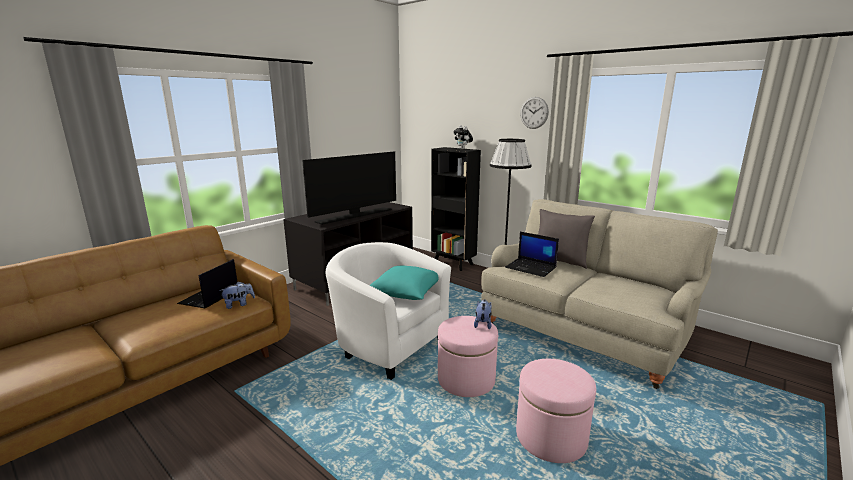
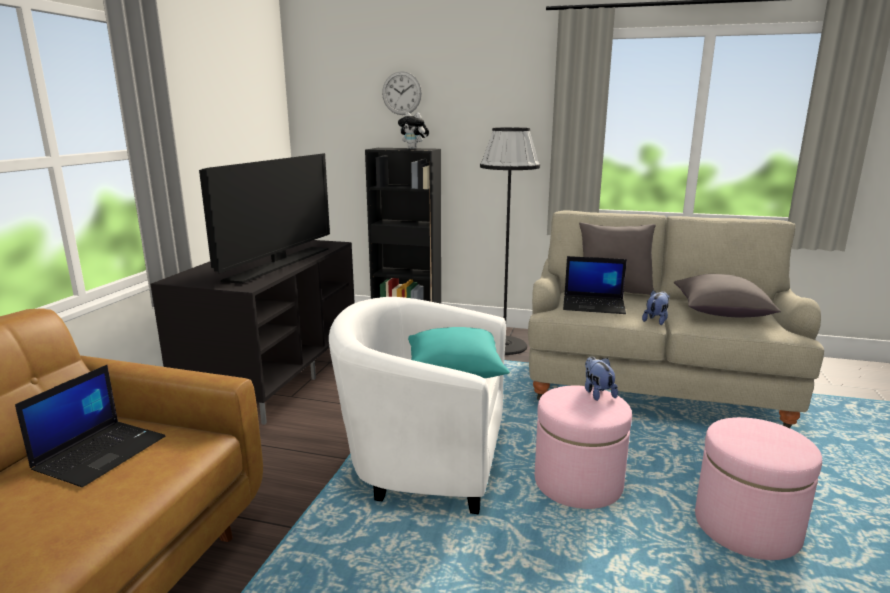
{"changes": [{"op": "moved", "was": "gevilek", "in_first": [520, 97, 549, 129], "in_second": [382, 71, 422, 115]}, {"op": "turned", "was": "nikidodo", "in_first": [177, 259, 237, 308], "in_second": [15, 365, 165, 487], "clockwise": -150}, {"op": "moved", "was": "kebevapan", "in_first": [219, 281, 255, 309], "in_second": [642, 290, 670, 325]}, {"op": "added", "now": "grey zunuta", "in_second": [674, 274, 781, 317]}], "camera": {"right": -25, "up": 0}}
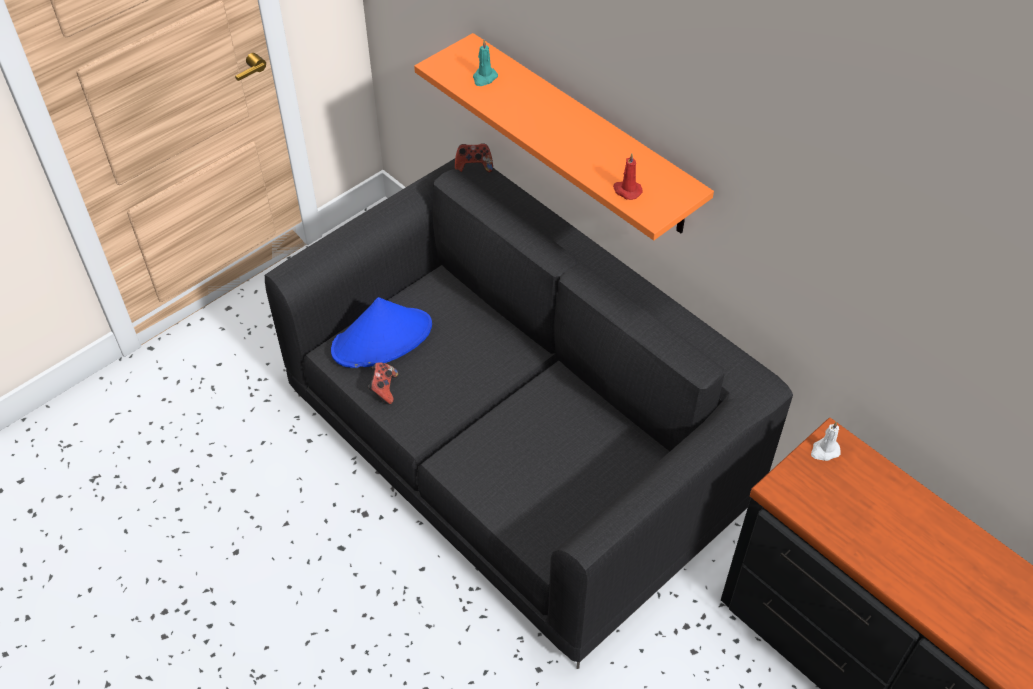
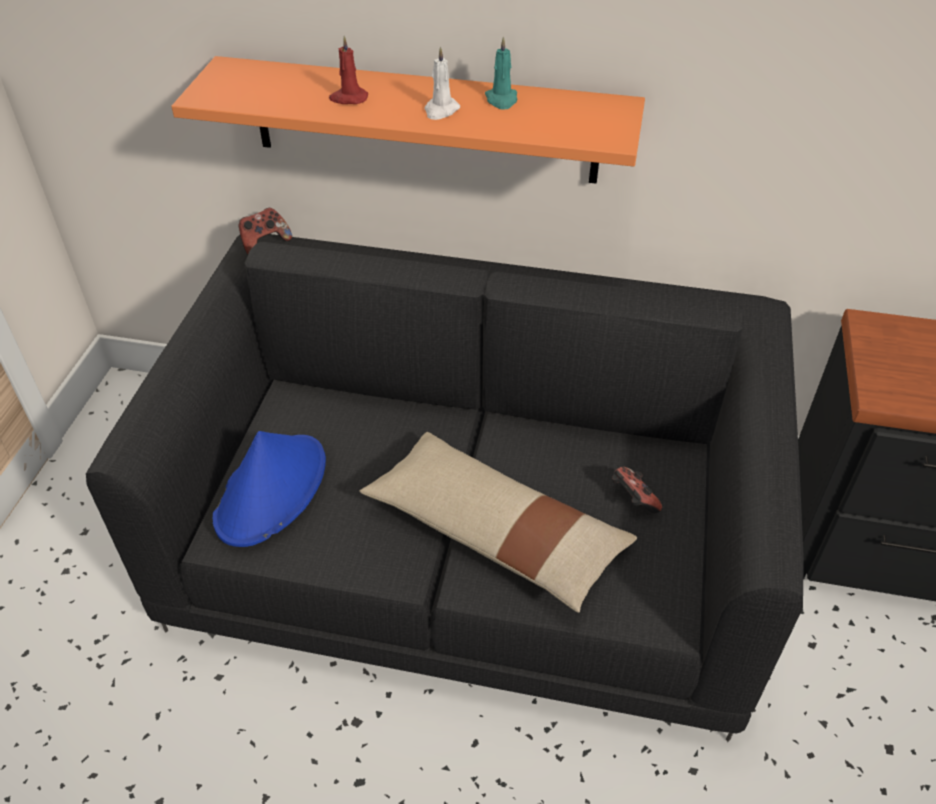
{"changes": [{"op": "moved", "was": "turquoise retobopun", "in_first": [473, 40, 498, 86], "in_second": [485, 37, 517, 110]}, {"op": "moved", "was": "red retobopun", "in_first": [613, 153, 642, 200], "in_second": [329, 36, 368, 104]}, {"op": "moved", "was": "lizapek", "in_first": [368, 362, 398, 404], "in_second": [612, 467, 662, 513]}, {"op": "moved", "was": "white retobopun", "in_first": [811, 421, 840, 461], "in_second": [424, 46, 460, 120]}, {"op": "added", "now": "beige zunuta", "in_second": [359, 432, 637, 613]}], "camera": {"right": -35, "up": -5}}
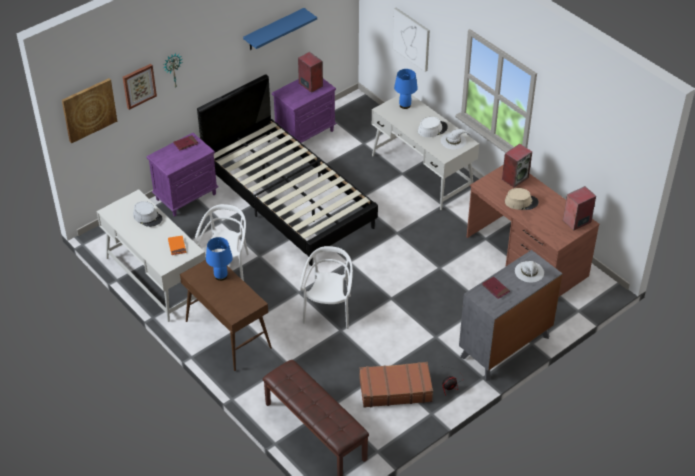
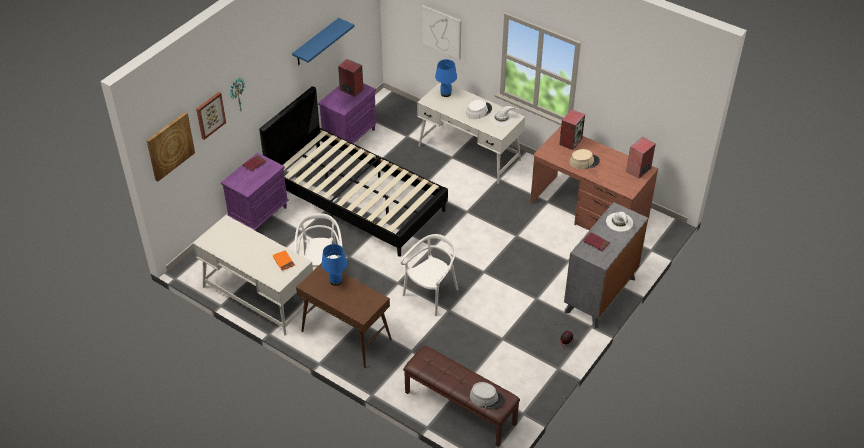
{"changes": [{"op": "moved", "was": "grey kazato", "in_first": [133, 201, 163, 227], "in_second": [470, 382, 505, 410]}, {"op": "turned", "was": "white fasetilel", "in_first": [300, 246, 353, 329], "in_second": [400, 234, 458, 316], "clockwise": 45}, {"op": "removed", "was": "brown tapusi", "in_first": [359, 362, 433, 408]}], "camera": {"right": -15, "up": 0}}
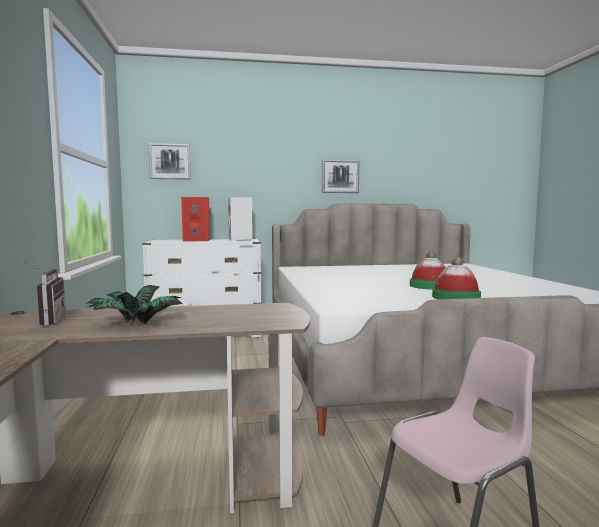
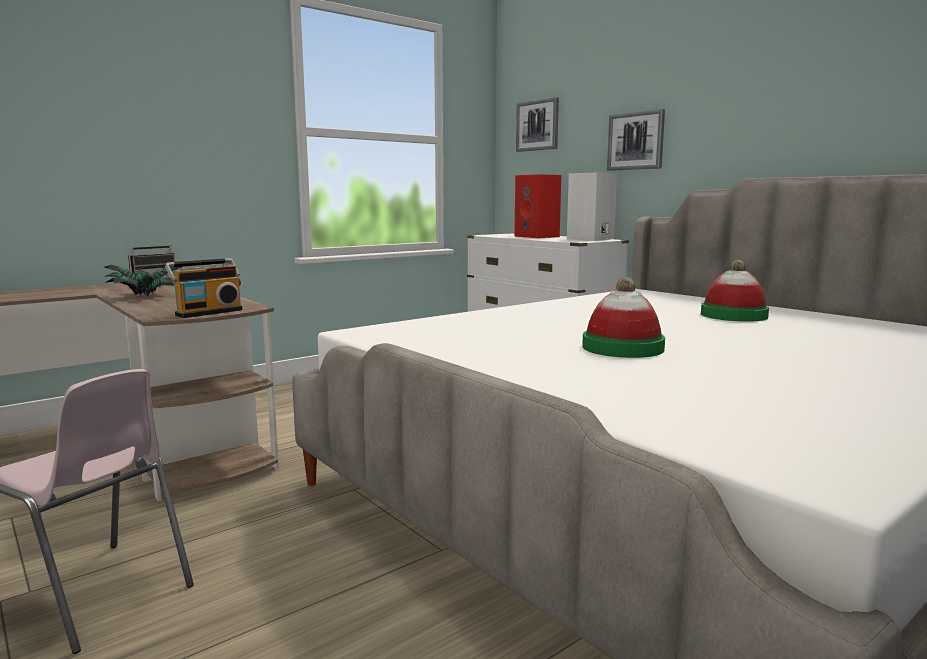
{"changes": [{"op": "moved", "was": "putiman", "in_first": [322, 160, 359, 193], "in_second": [607, 109, 665, 171]}, {"op": "moved", "was": "kazato", "in_first": [432, 257, 481, 299], "in_second": [701, 260, 769, 322]}, {"op": "added", "now": "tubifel", "in_second": [165, 258, 243, 318]}], "camera": {"right": 60, "up": 5}}
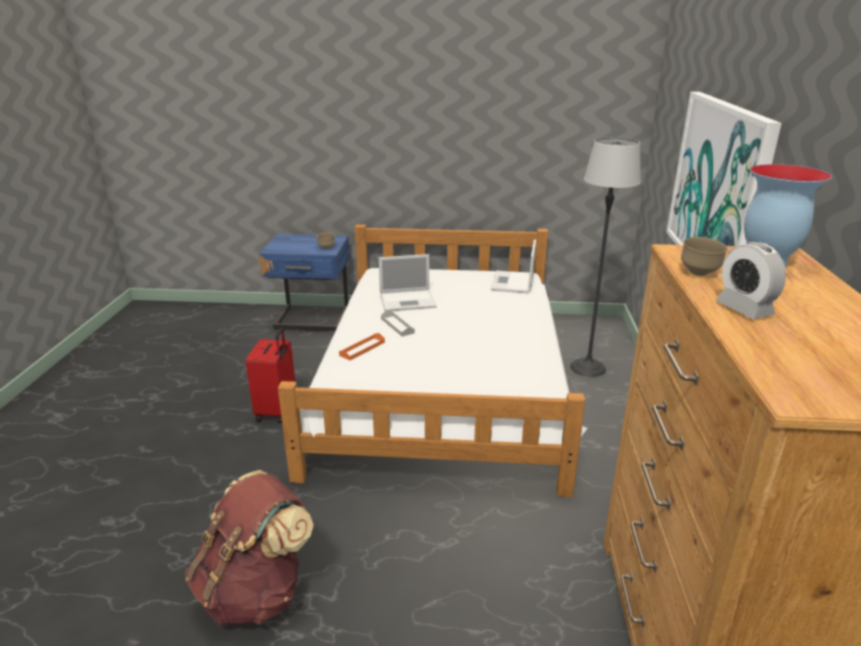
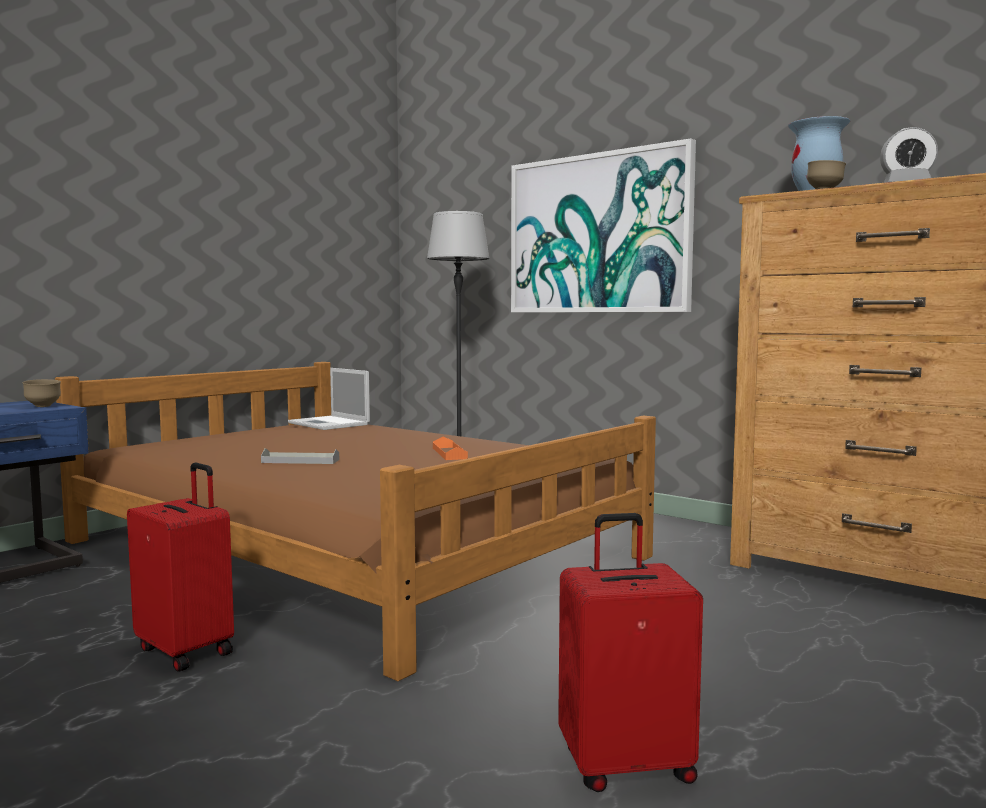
{"changes": [{"op": "recoloured", "was": "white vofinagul", "now": "brown vofinagul", "in_first": [278, 224, 587, 497], "in_second": [55, 362, 656, 681]}, {"op": "removed", "was": "nikidodo", "in_first": [379, 254, 437, 311]}, {"op": "moved", "was": "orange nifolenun", "in_first": [339, 333, 385, 361], "in_second": [433, 437, 468, 460]}, {"op": "replaced", "was": "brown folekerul", "now": "red tapusi", "in_first": [185, 470, 314, 625], "in_second": [558, 513, 703, 792]}], "camera": {"right": -55, "up": -20}}
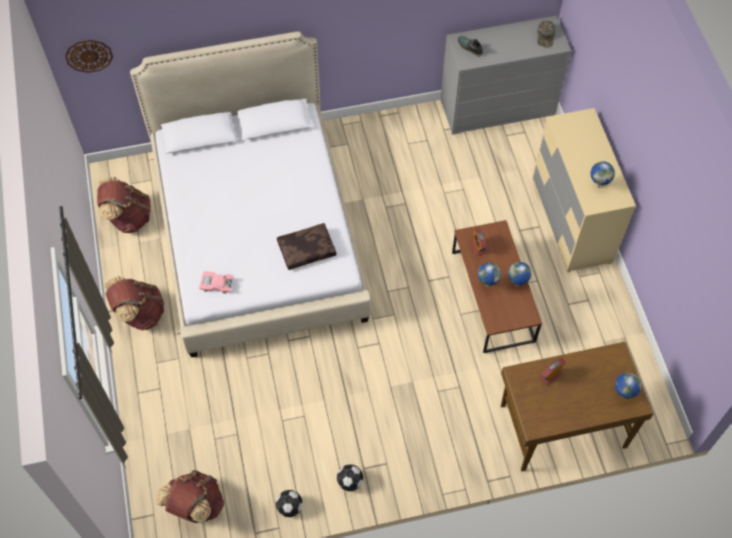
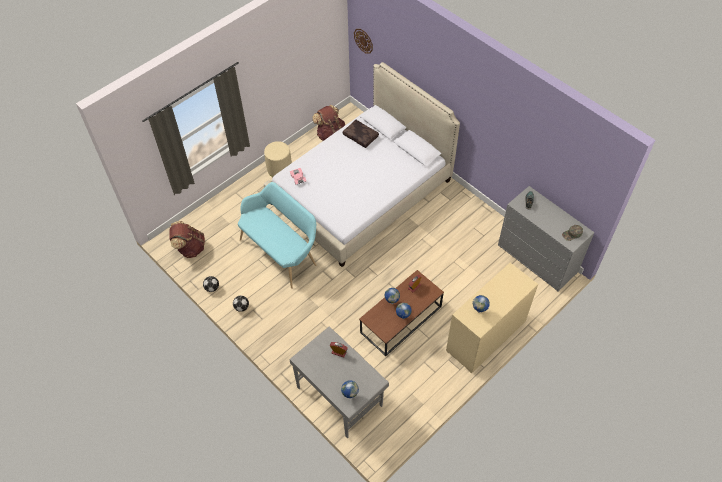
{"changes": [{"op": "moved", "was": "brown zunuta", "in_first": [277, 223, 337, 270], "in_second": [343, 120, 379, 148]}, {"op": "replaced", "was": "brown folekerul", "now": "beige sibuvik", "in_first": [105, 276, 164, 330], "in_second": [264, 141, 292, 177]}, {"op": "recoloured", "was": "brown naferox", "now": "grey naferox", "in_first": [501, 342, 653, 472], "in_second": [289, 326, 389, 438]}, {"op": "added", "now": "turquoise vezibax", "in_second": [238, 182, 316, 289]}], "camera": {"right": 60, "up": -5}}
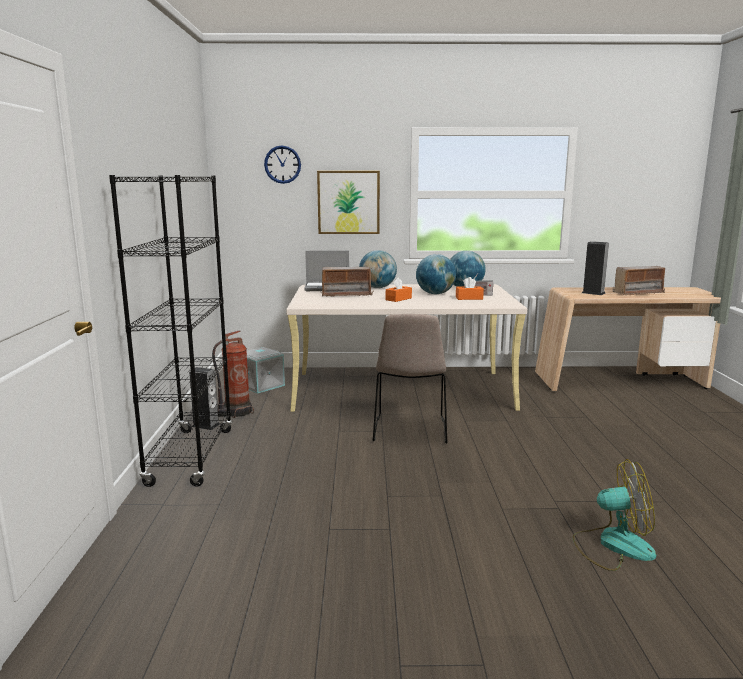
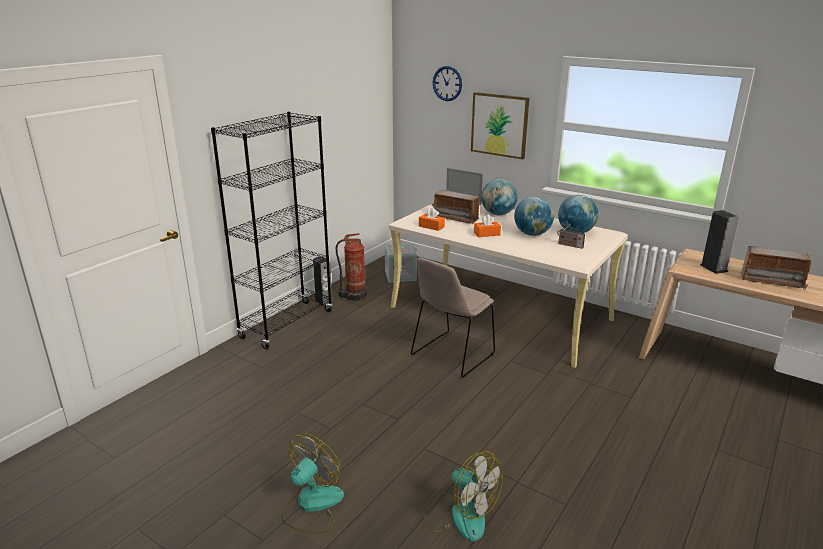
{"changes": [{"op": "moved", "was": "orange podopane", "in_first": [456, 277, 484, 300], "in_second": [419, 208, 445, 231]}, {"op": "added", "now": "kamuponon", "in_second": [281, 433, 344, 533]}], "camera": {"right": 35, "up": 10}}
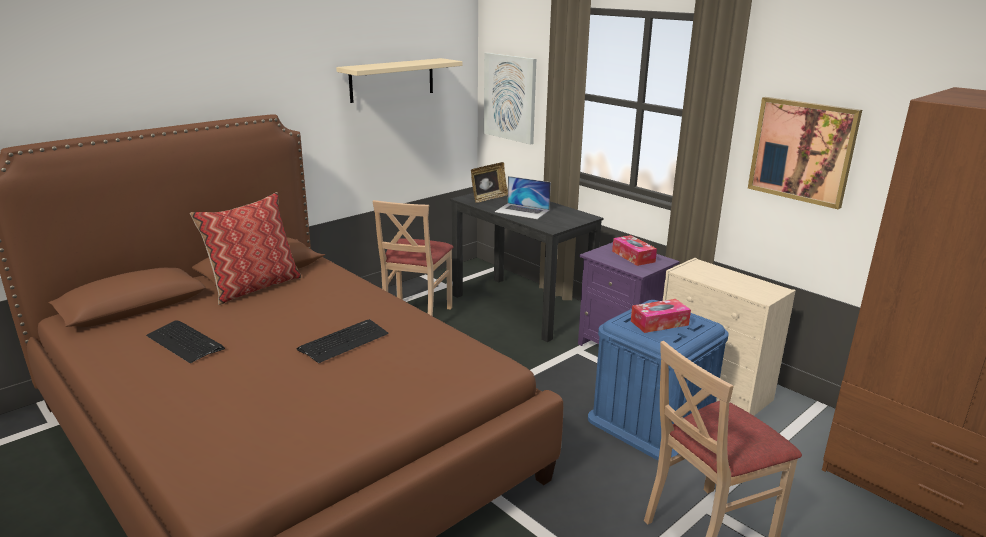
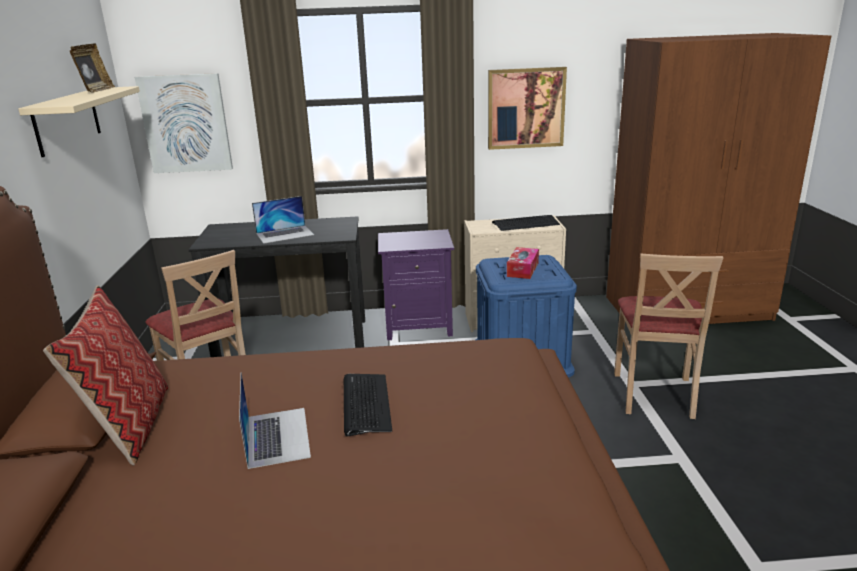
{"changes": [{"op": "moved", "was": "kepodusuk", "in_first": [471, 162, 508, 203], "in_second": [70, 43, 115, 93]}, {"op": "removed", "was": "podopane", "in_first": [612, 235, 657, 266]}, {"op": "moved", "was": "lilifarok", "in_first": [146, 320, 225, 363], "in_second": [492, 215, 560, 231]}, {"op": "added", "now": "nikidodo", "in_second": [239, 373, 311, 469]}], "camera": {"right": -50, "up": 0}}
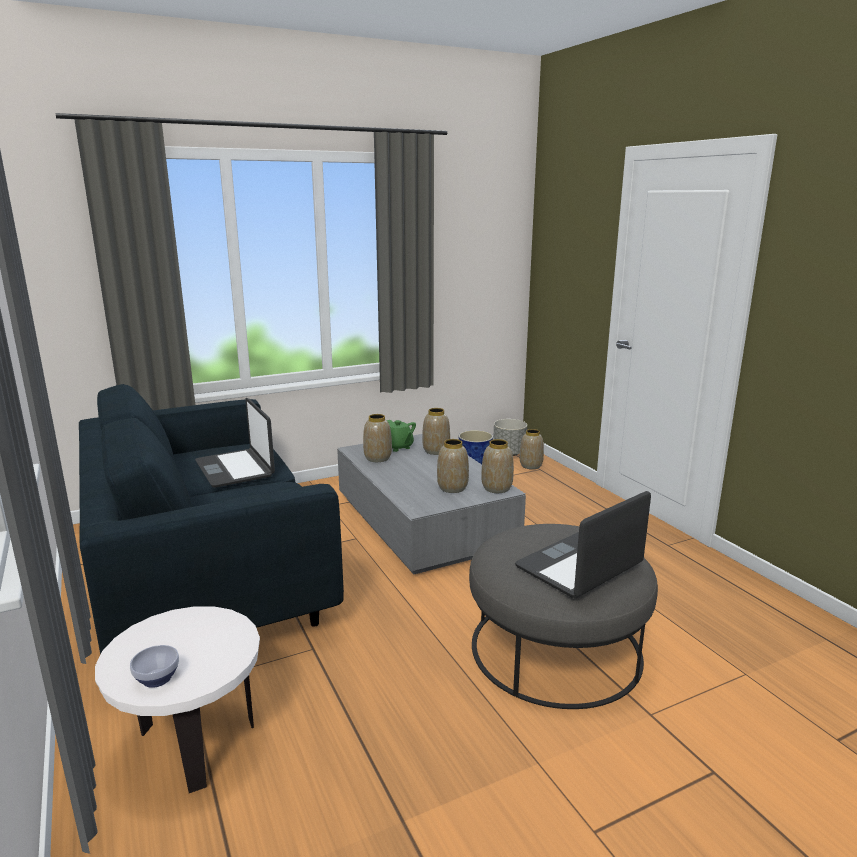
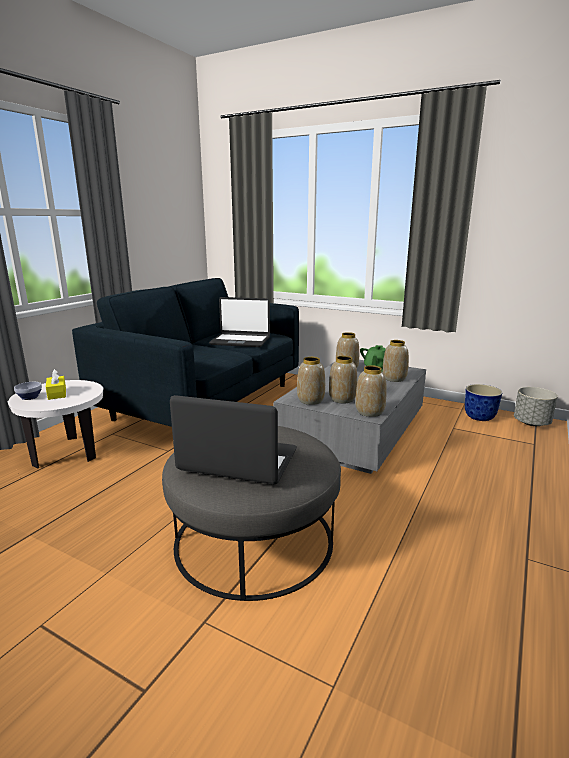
{"changes": [{"op": "turned", "was": "nikidodo", "in_first": [195, 398, 275, 488], "in_second": [209, 297, 270, 347], "clockwise": -105}, {"op": "moved", "was": "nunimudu", "in_first": [520, 429, 544, 469], "in_second": [297, 357, 325, 405]}, {"op": "added", "now": "yellow podopane", "in_second": [46, 369, 66, 400]}], "camera": {"right": 55, "up": 0}}
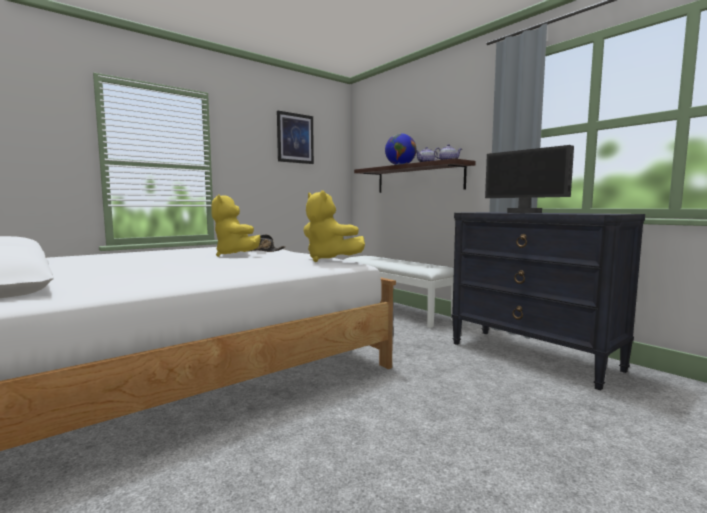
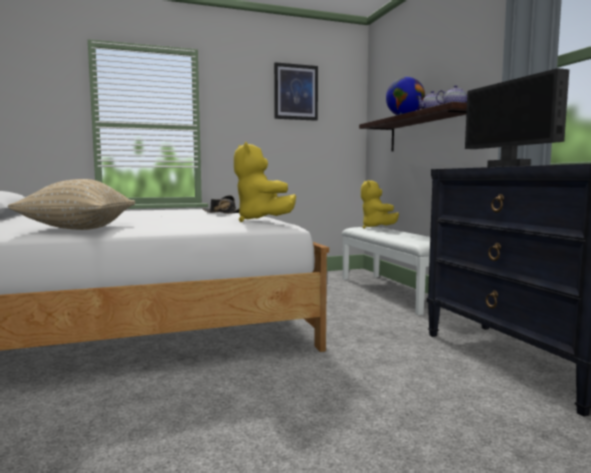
{"changes": [{"op": "moved", "was": "yellow kebevapan", "in_first": [211, 194, 261, 257], "in_second": [361, 180, 399, 229]}, {"op": "added", "now": "beige zunuta", "in_second": [8, 179, 135, 230]}], "camera": {"right": 20, "up": 0}}
